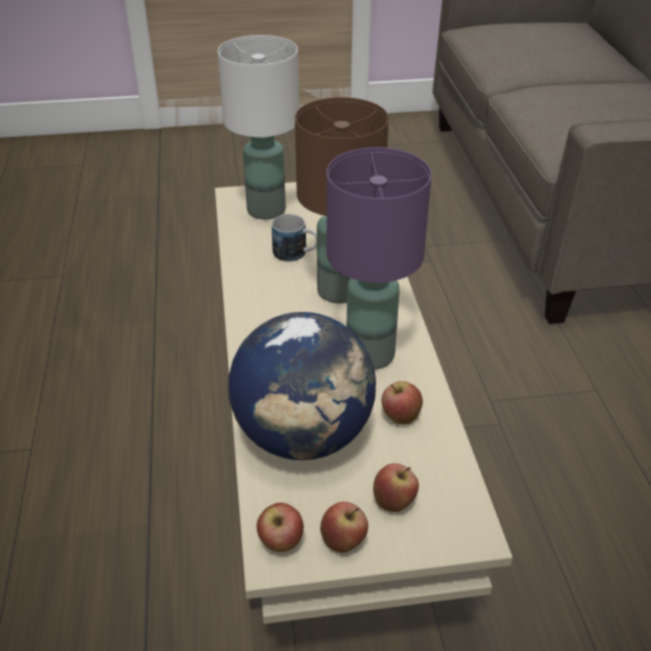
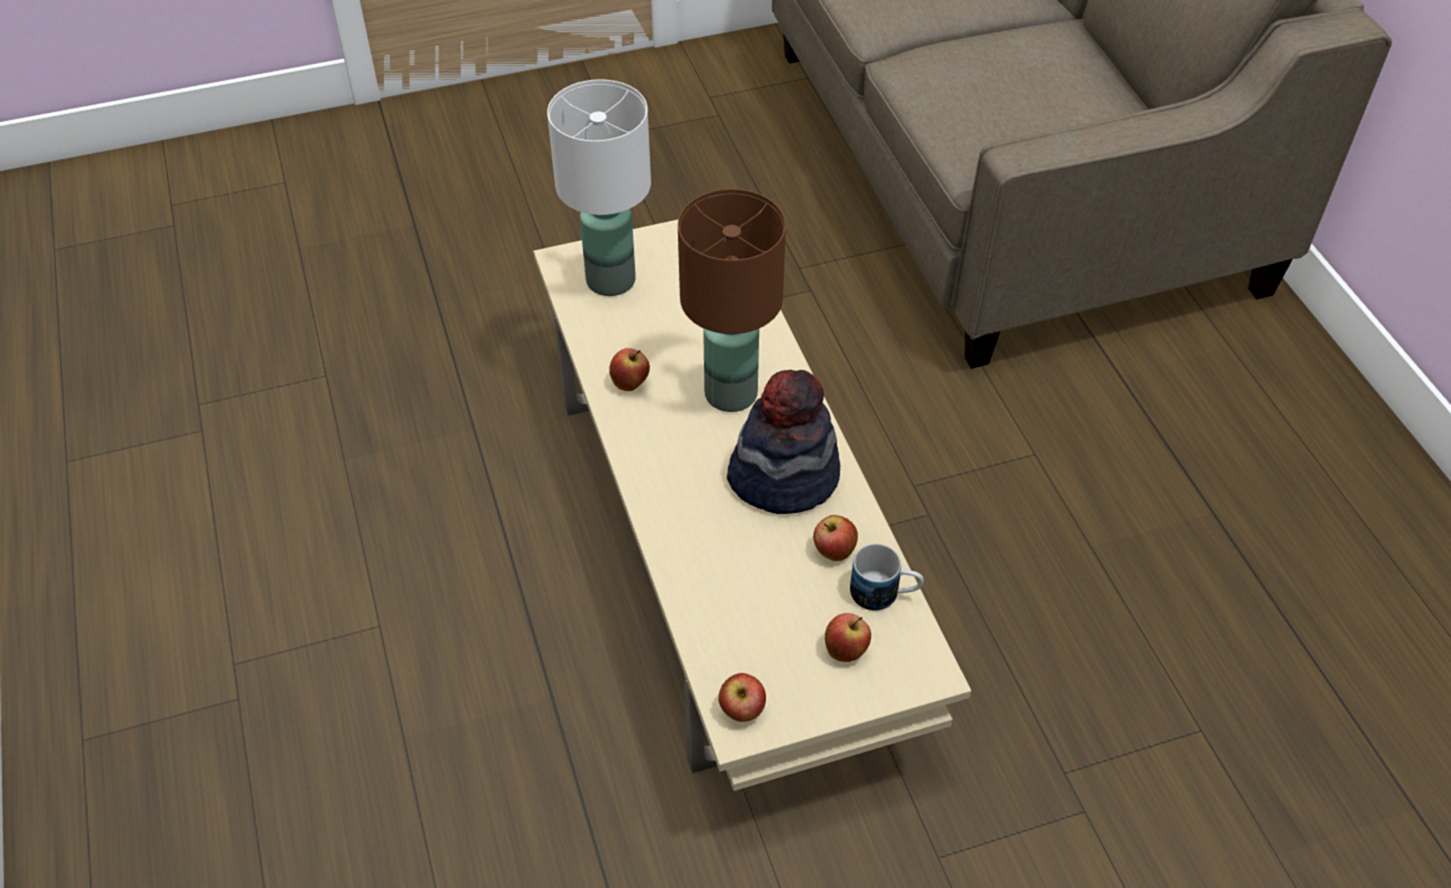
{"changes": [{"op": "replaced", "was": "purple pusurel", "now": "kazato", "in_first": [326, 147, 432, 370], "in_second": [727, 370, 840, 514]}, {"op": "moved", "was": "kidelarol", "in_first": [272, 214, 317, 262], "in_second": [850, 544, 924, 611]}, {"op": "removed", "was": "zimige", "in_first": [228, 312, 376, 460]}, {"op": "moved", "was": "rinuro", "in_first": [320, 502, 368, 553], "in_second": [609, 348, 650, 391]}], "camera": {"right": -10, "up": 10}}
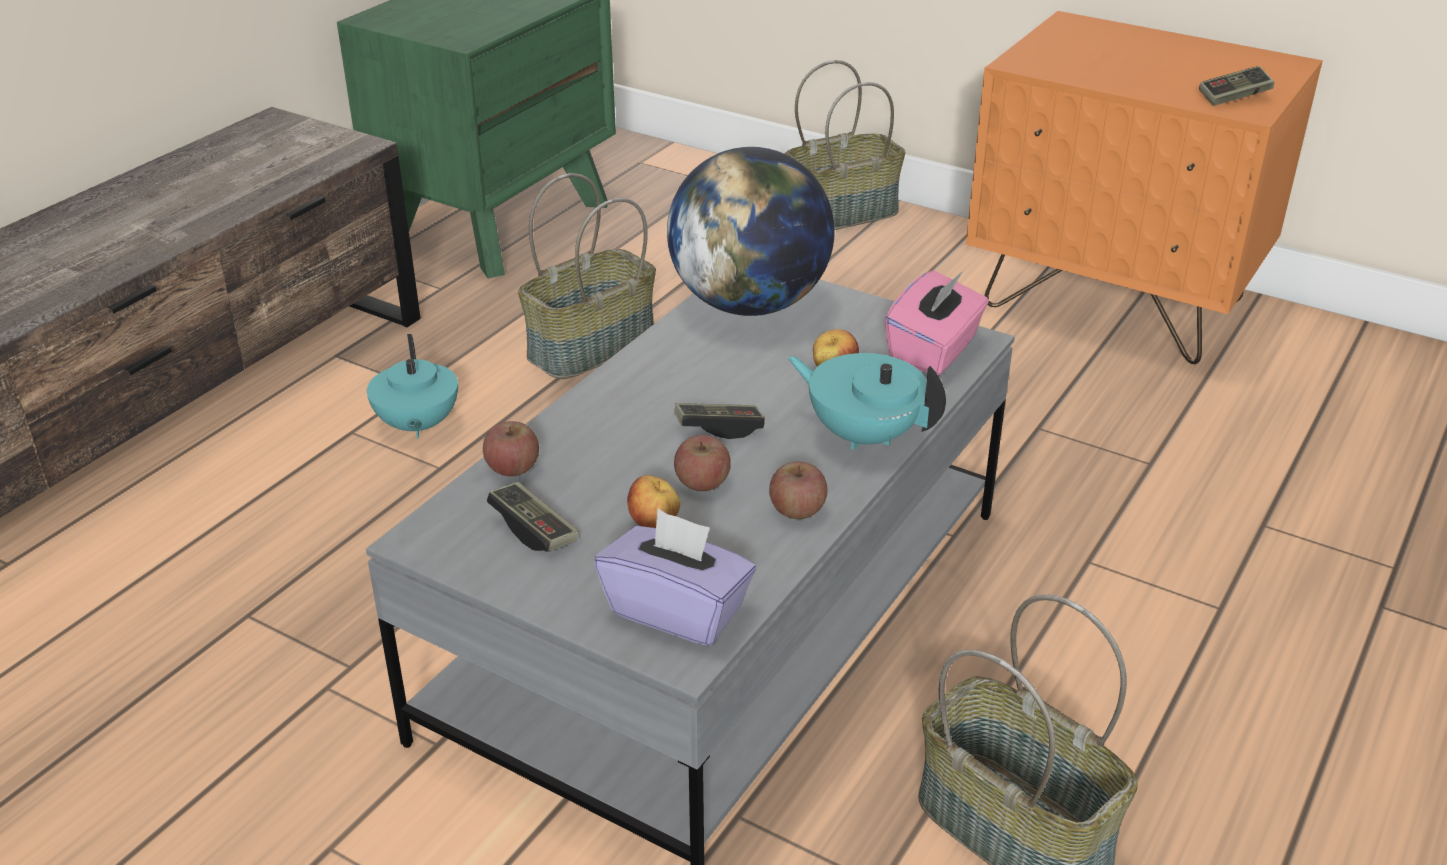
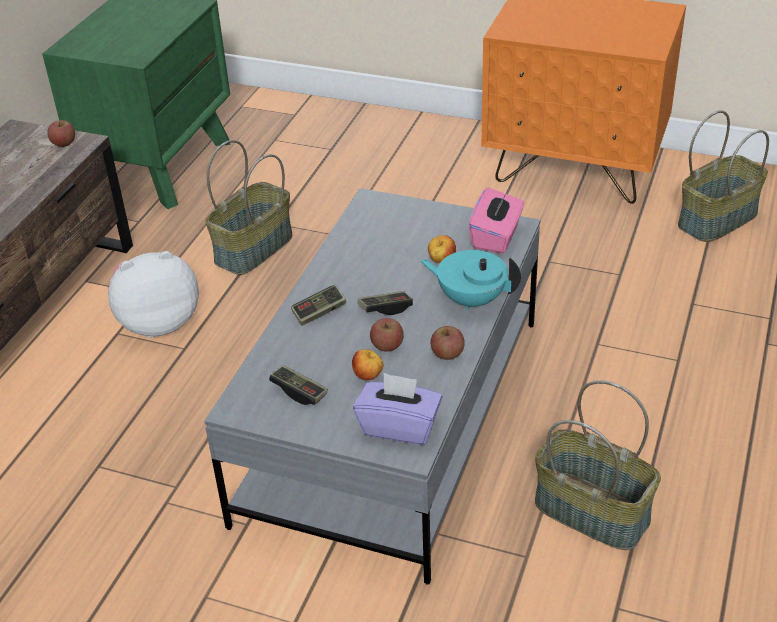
{"changes": [{"op": "moved", "was": "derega", "in_first": [784, 60, 906, 230], "in_second": [678, 110, 769, 242]}, {"op": "moved", "was": "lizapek", "in_first": [1199, 66, 1274, 106], "in_second": [291, 285, 346, 326]}, {"op": "removed", "was": "zimige", "in_first": [667, 147, 835, 316]}, {"op": "replaced", "was": "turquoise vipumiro", "now": "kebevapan", "in_first": [367, 334, 458, 439], "in_second": [108, 251, 199, 338]}, {"op": "moved", "was": "rinuro", "in_first": [483, 421, 539, 477], "in_second": [47, 120, 75, 147]}], "camera": {"right": -10, "up": 5}}
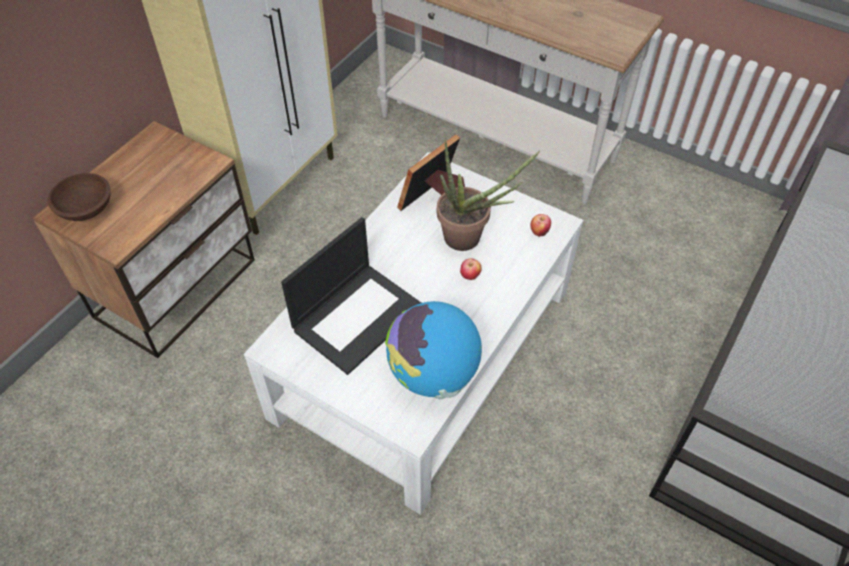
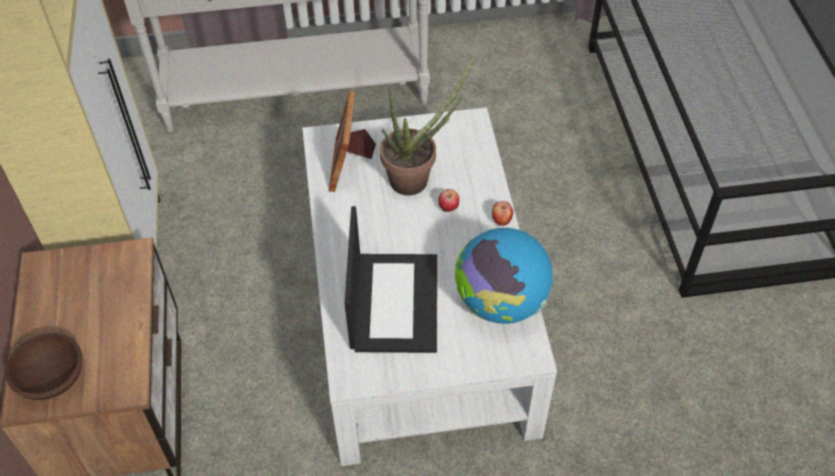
{"changes": [{"op": "moved", "was": "rinuro", "in_first": [530, 214, 551, 237], "in_second": [492, 201, 513, 226]}], "camera": {"right": -40, "up": 0}}
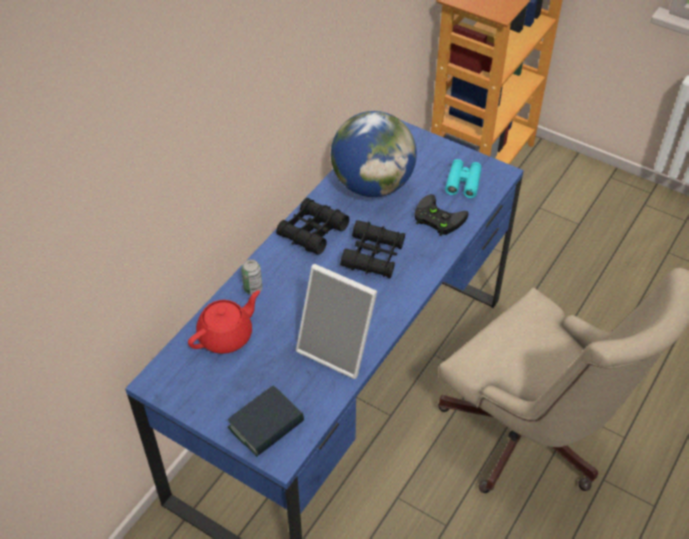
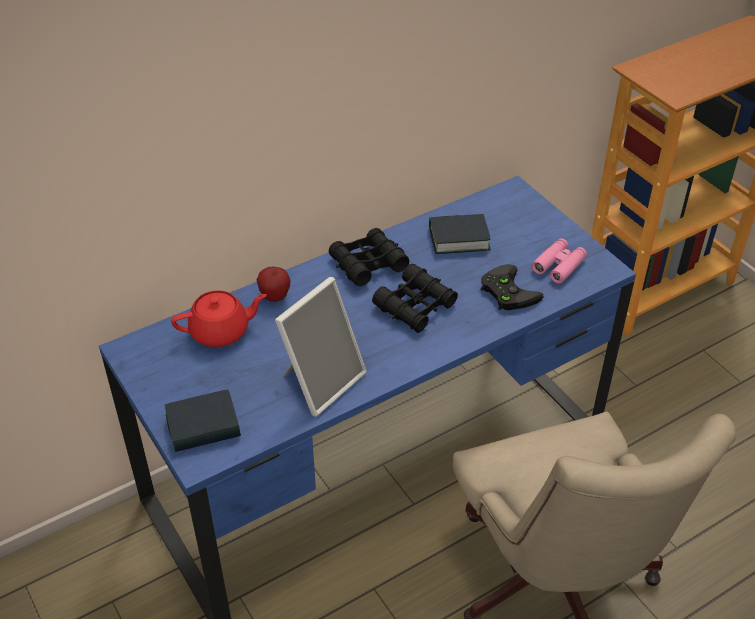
{"changes": [{"op": "replaced", "was": "zimige", "now": "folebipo", "in_first": [331, 111, 417, 197], "in_second": [429, 214, 491, 254]}, {"op": "recoloured", "was": "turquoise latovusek", "now": "pink latovusek", "in_first": [445, 159, 481, 198], "in_second": [532, 238, 587, 283]}, {"op": "replaced", "was": "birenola", "now": "rinuro", "in_first": [241, 259, 263, 295], "in_second": [257, 266, 291, 302]}, {"op": "turned", "was": "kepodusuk", "in_first": [296, 264, 377, 379], "in_second": [275, 277, 367, 417], "clockwise": -105}], "camera": {"right": 25, "up": -5}}
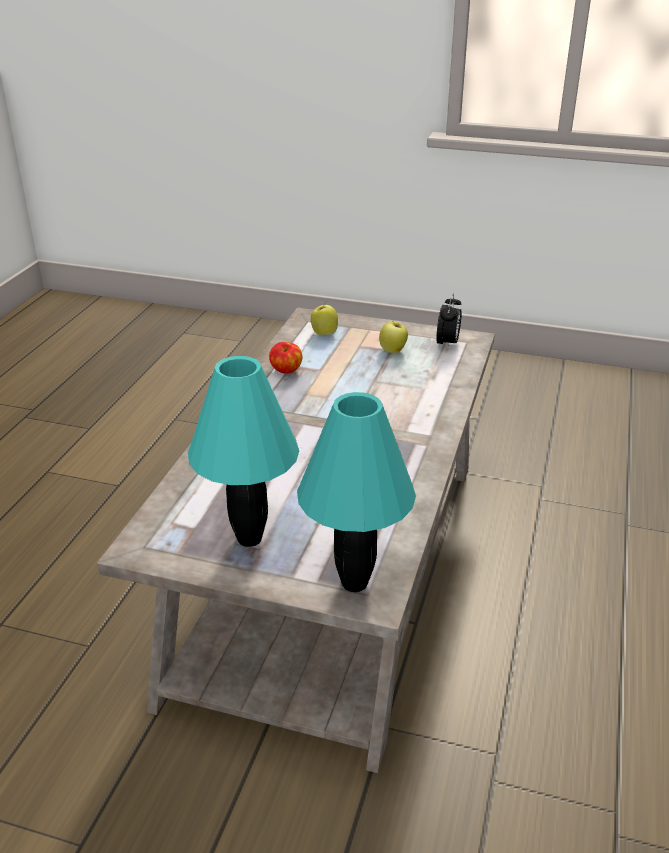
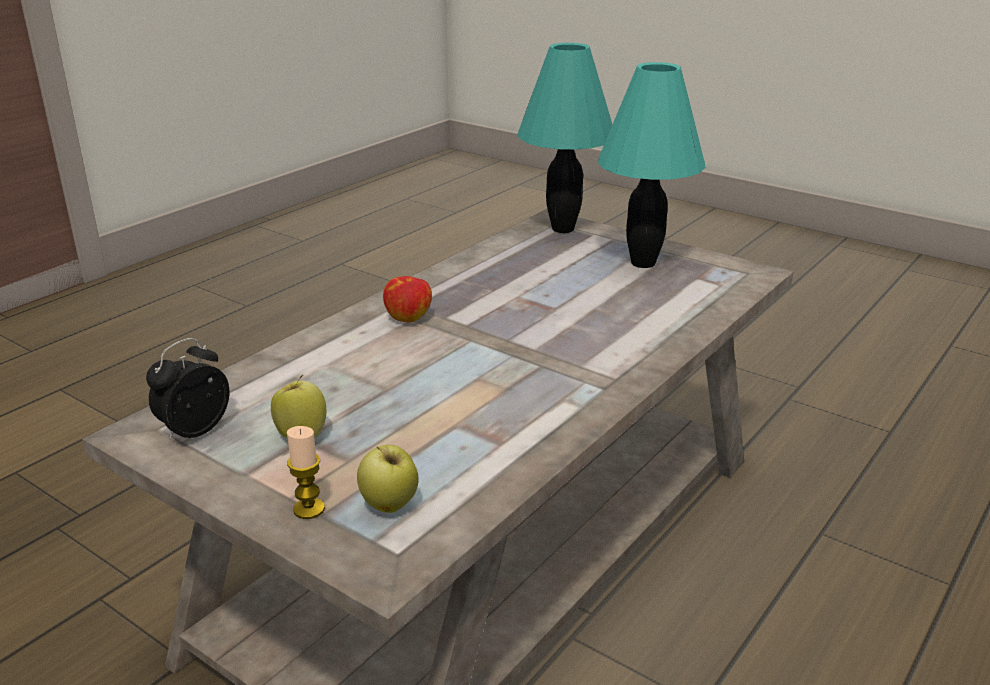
{"changes": [{"op": "moved", "was": "rinuro", "in_first": [269, 342, 302, 374], "in_second": [383, 276, 432, 322]}, {"op": "added", "now": "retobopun", "in_second": [287, 426, 325, 519]}], "camera": {"right": -160, "up": -5}}
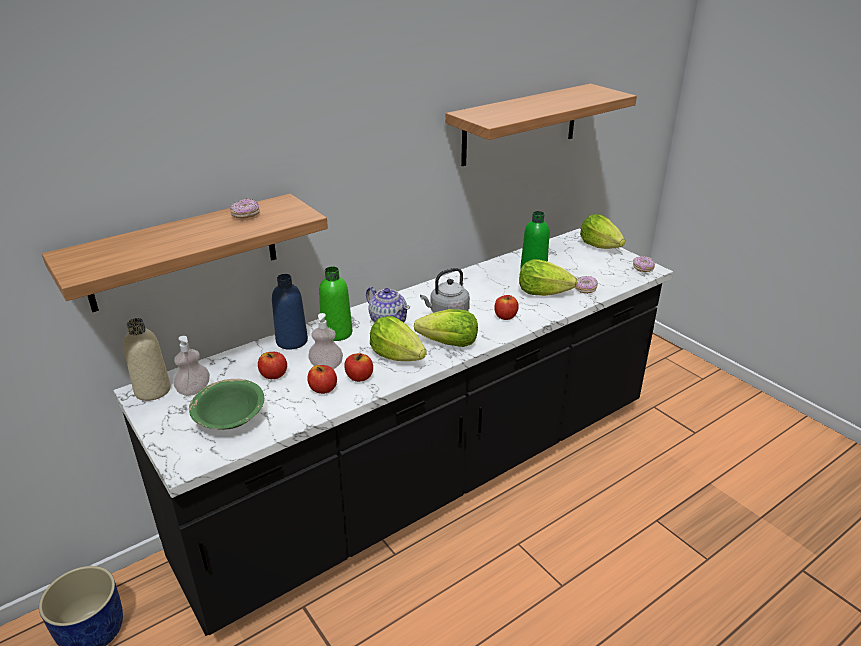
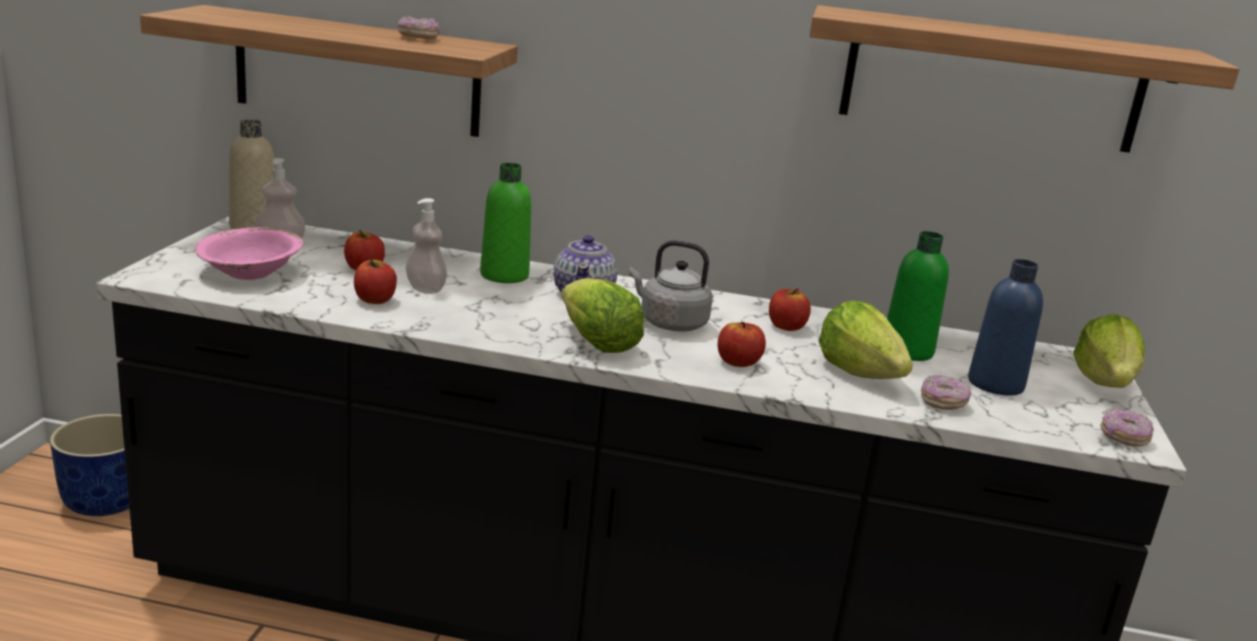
{"changes": [{"op": "moved", "was": "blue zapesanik", "in_first": [272, 274, 308, 350], "in_second": [968, 259, 1043, 396]}, {"op": "removed", "was": "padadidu", "in_first": [370, 316, 427, 361]}, {"op": "moved", "was": "rinuro", "in_first": [344, 353, 373, 382], "in_second": [769, 288, 811, 331]}, {"op": "recoloured", "was": "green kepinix", "now": "pink kepinix", "in_first": [189, 379, 264, 430], "in_second": [195, 227, 303, 280]}], "camera": {"right": 45, "up": -10}}
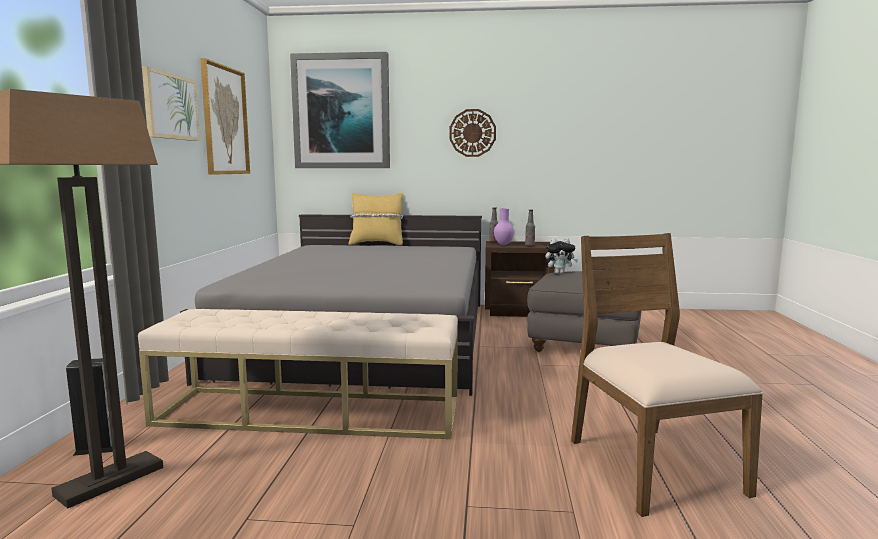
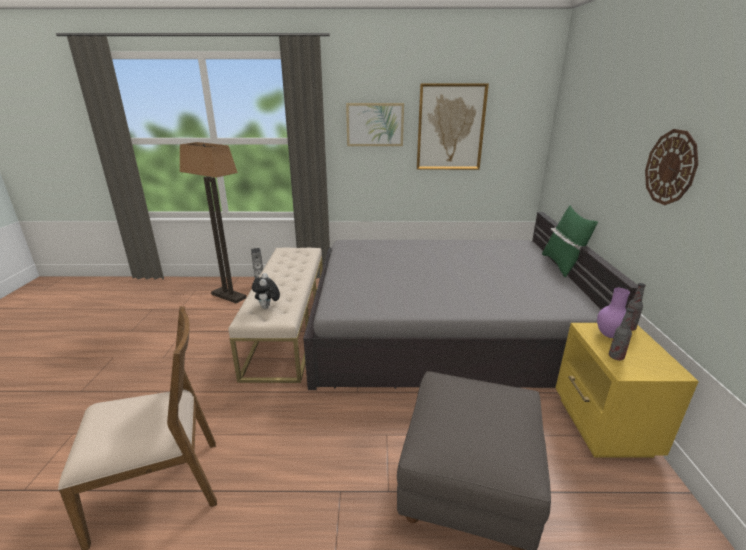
{"changes": [{"op": "removed", "was": "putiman", "in_first": [290, 52, 390, 168]}, {"op": "recoloured", "was": "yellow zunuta", "now": "green zunuta", "in_first": [348, 193, 404, 246], "in_second": [542, 205, 598, 277]}, {"op": "moved", "was": "kebevapan", "in_first": [546, 238, 578, 274], "in_second": [252, 273, 280, 309]}, {"op": "recoloured", "was": "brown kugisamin", "now": "yellow kugisamin", "in_first": [485, 241, 555, 317], "in_second": [556, 323, 699, 458]}], "camera": {"right": 85, "up": 15}}
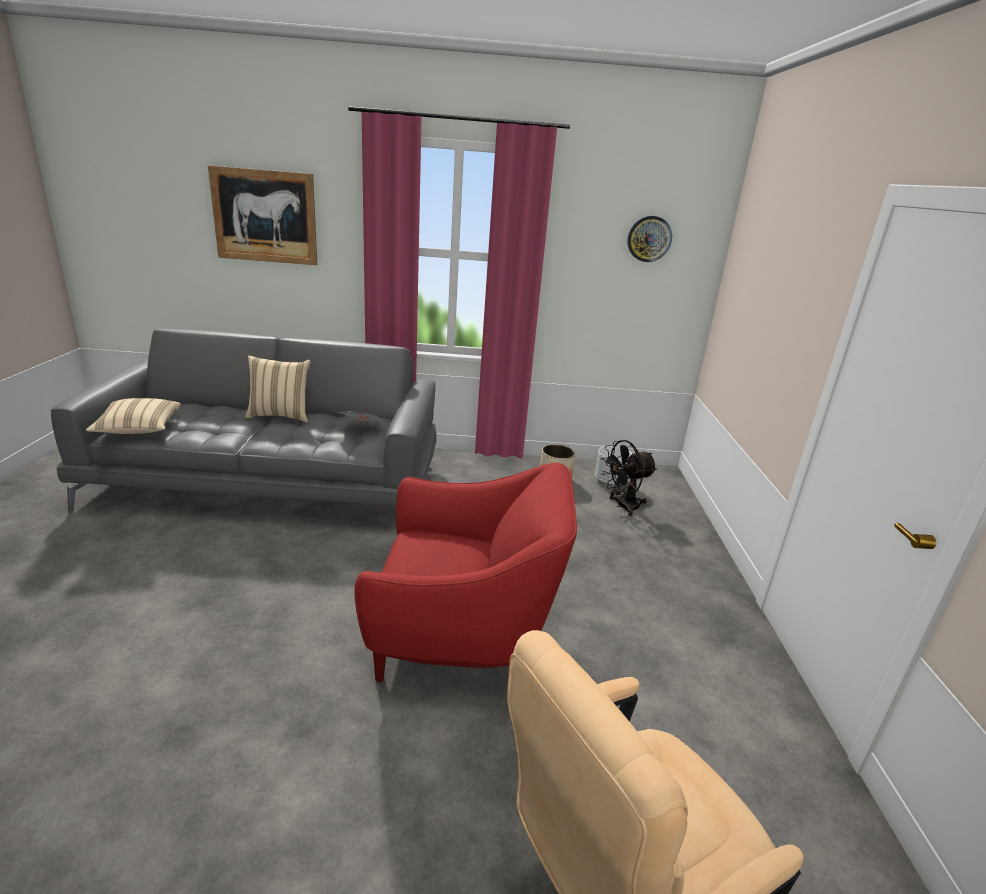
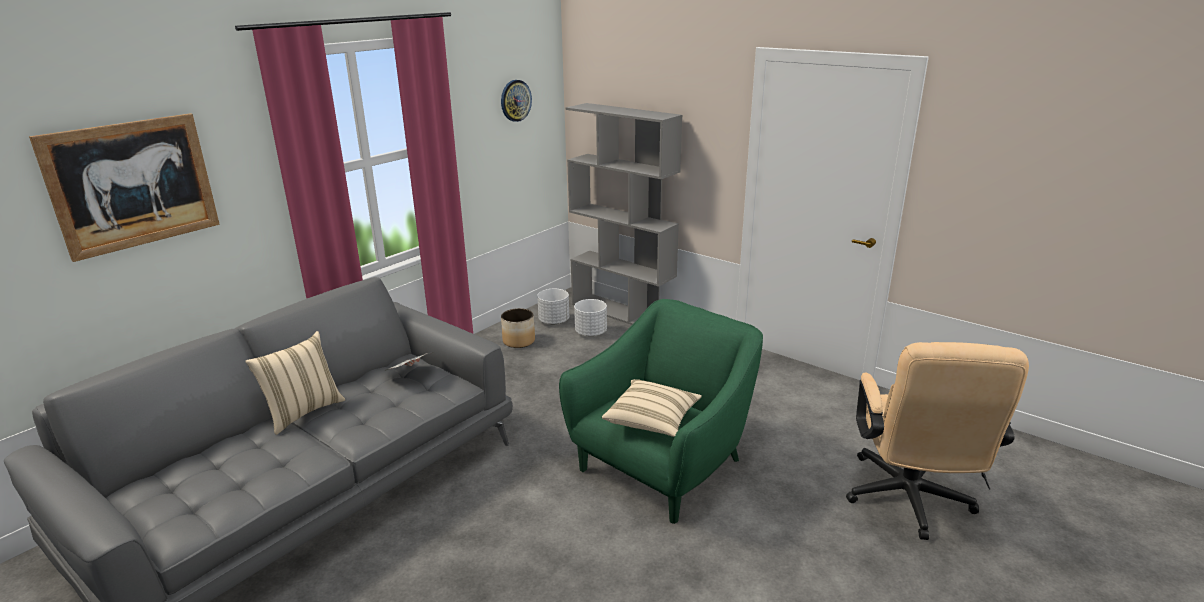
{"changes": [{"op": "moved", "was": "beige zunuta", "in_first": [86, 398, 181, 434], "in_second": [602, 379, 702, 437]}, {"op": "replaced", "was": "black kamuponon", "now": "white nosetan", "in_first": [601, 440, 657, 516], "in_second": [574, 299, 607, 336]}, {"op": "recoloured", "was": "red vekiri", "now": "green vekiri", "in_first": [355, 463, 577, 682], "in_second": [559, 299, 763, 524]}, {"op": "added", "now": "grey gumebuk", "in_second": [566, 103, 682, 325]}], "camera": {"right": -50, "up": 0}}
